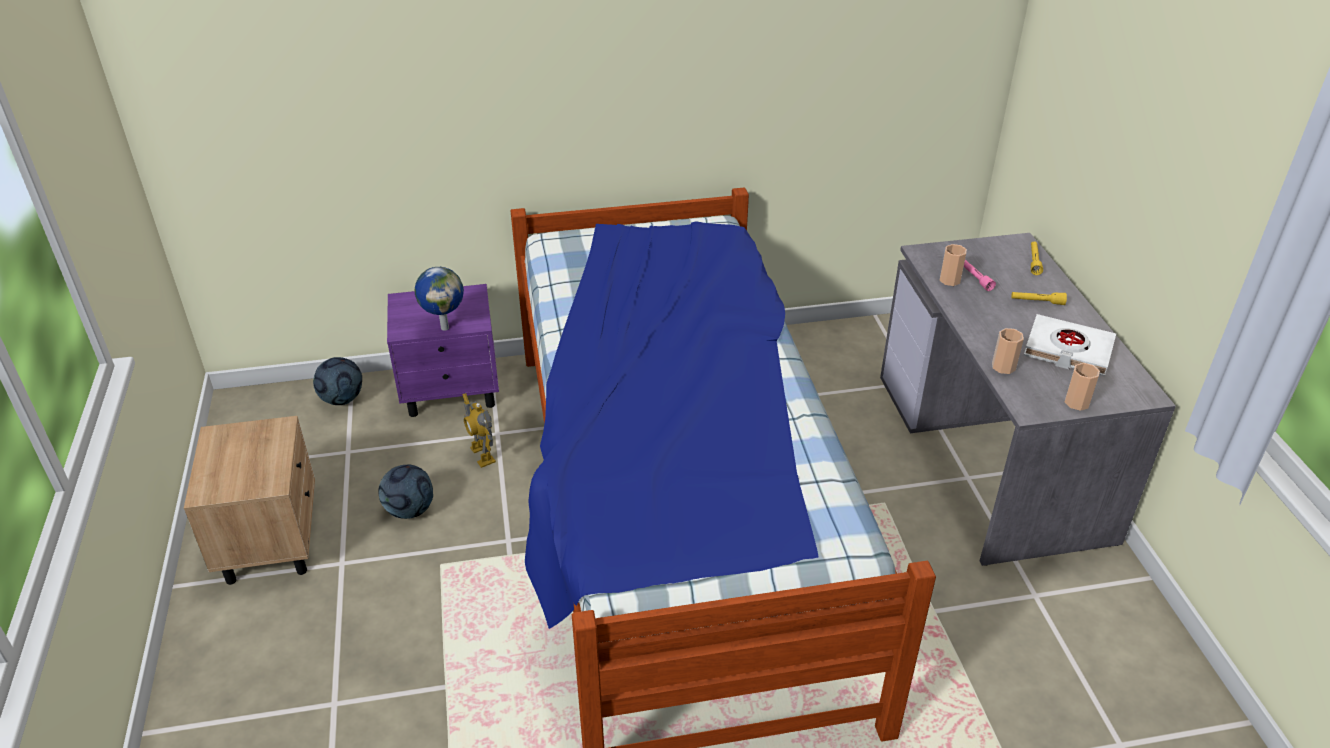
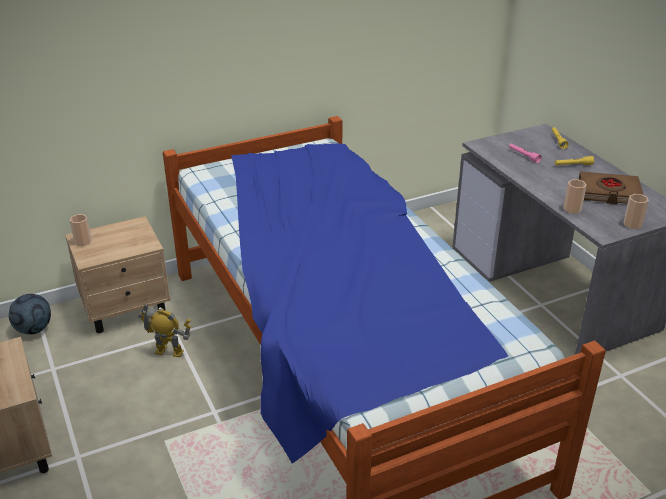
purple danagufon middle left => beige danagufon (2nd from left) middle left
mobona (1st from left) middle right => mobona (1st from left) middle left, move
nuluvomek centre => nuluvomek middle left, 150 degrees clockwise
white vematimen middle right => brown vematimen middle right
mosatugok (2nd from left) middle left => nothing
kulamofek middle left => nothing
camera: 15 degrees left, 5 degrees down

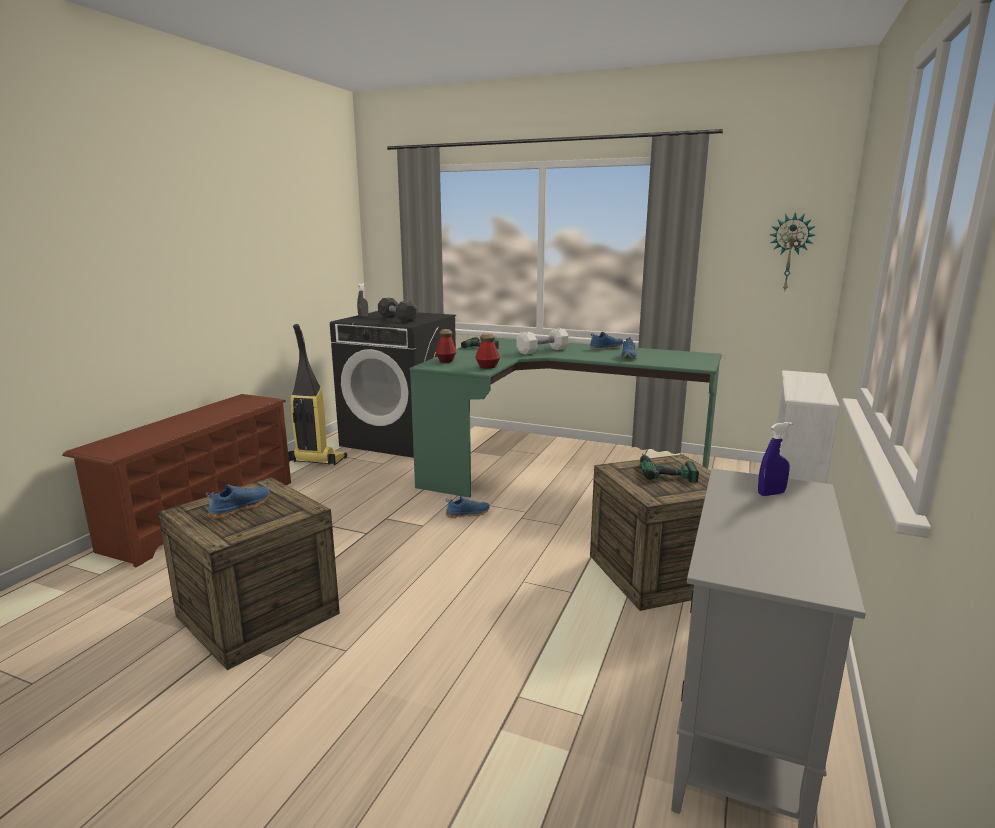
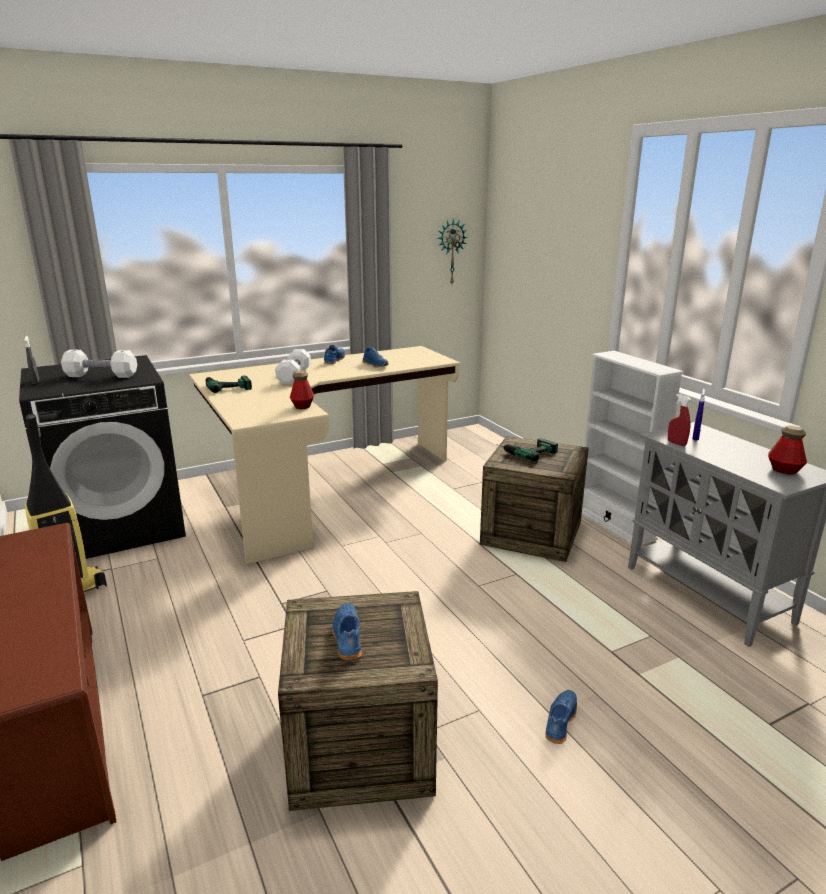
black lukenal centre => white lukenal (1st from left) middle left
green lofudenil centre => beige lofudenil centre
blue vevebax (2nd from left in the first image) centre => blue vevebax (4th from left) bottom right, move
nothing => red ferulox middle right
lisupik (1st from left in the first image) centre => lisupik (2nd from left) middle right, move
camera: 50 degrees left, 5 degrees up

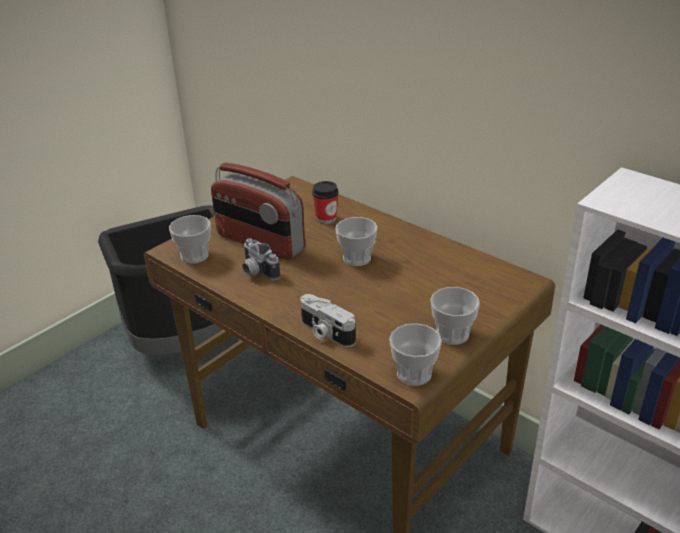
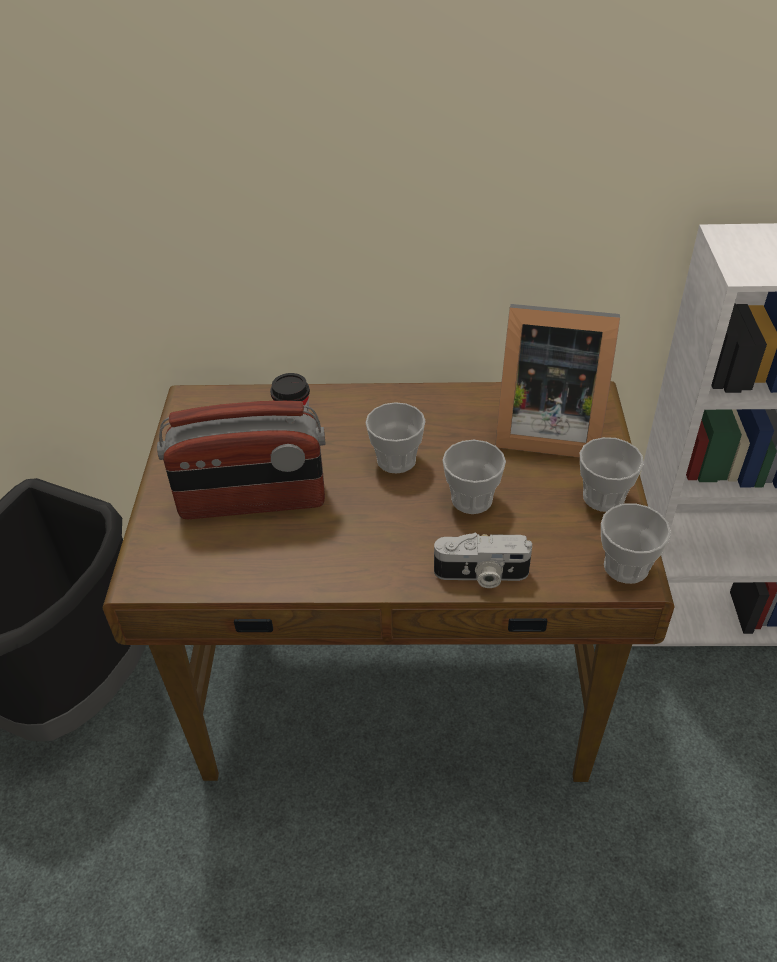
mobona (1st from left in the first image) middle left => mobona (3rd from left) centre, move
nothing => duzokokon middle right
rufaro (1st from left) centre => nothing
camera: 40 degrees left, 10 degrees up

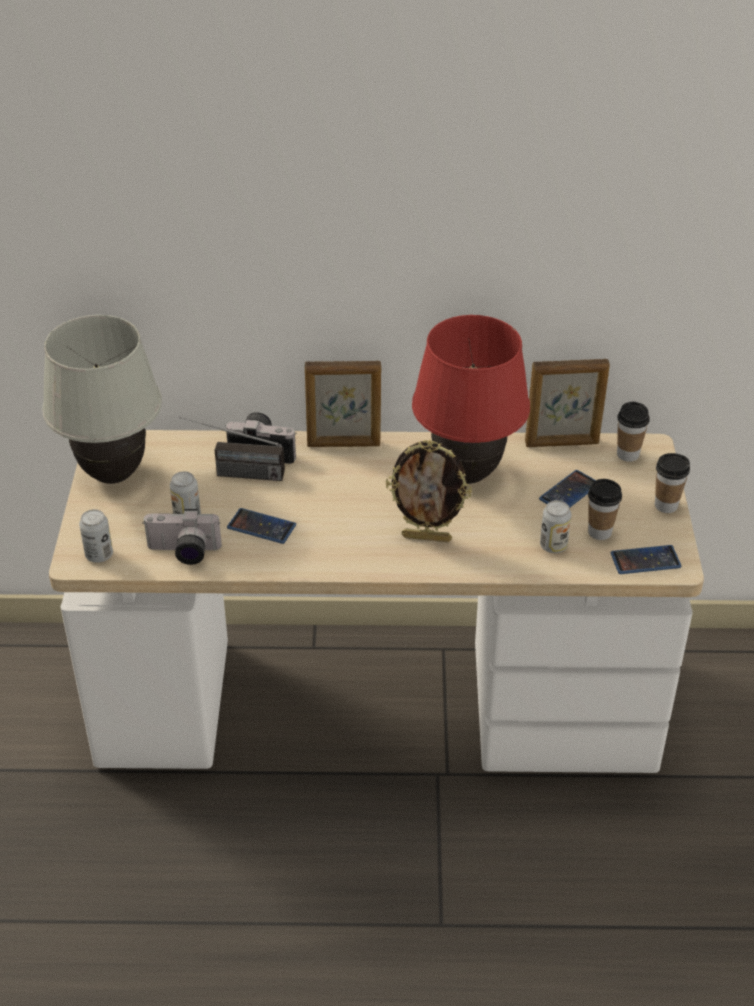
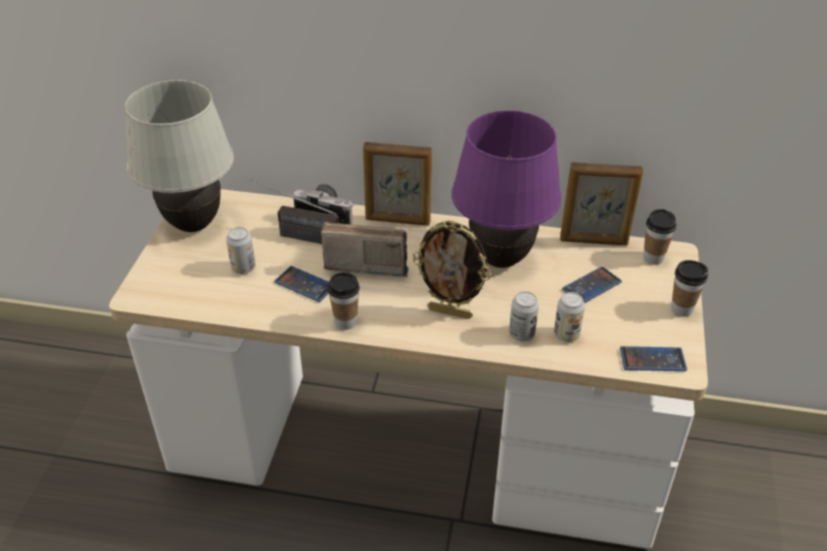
nothing => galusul (2nd from left) centre
mobona (1st from left) middle right => mobona (1st from left) centre, move
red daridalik centre => purple daridalik centre
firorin (1st from left in the first image) middle left => firorin (2nd from left) centre, move
rufaro (1st from left) middle left => nothing
camera: 10 degrees right, 0 degrees up

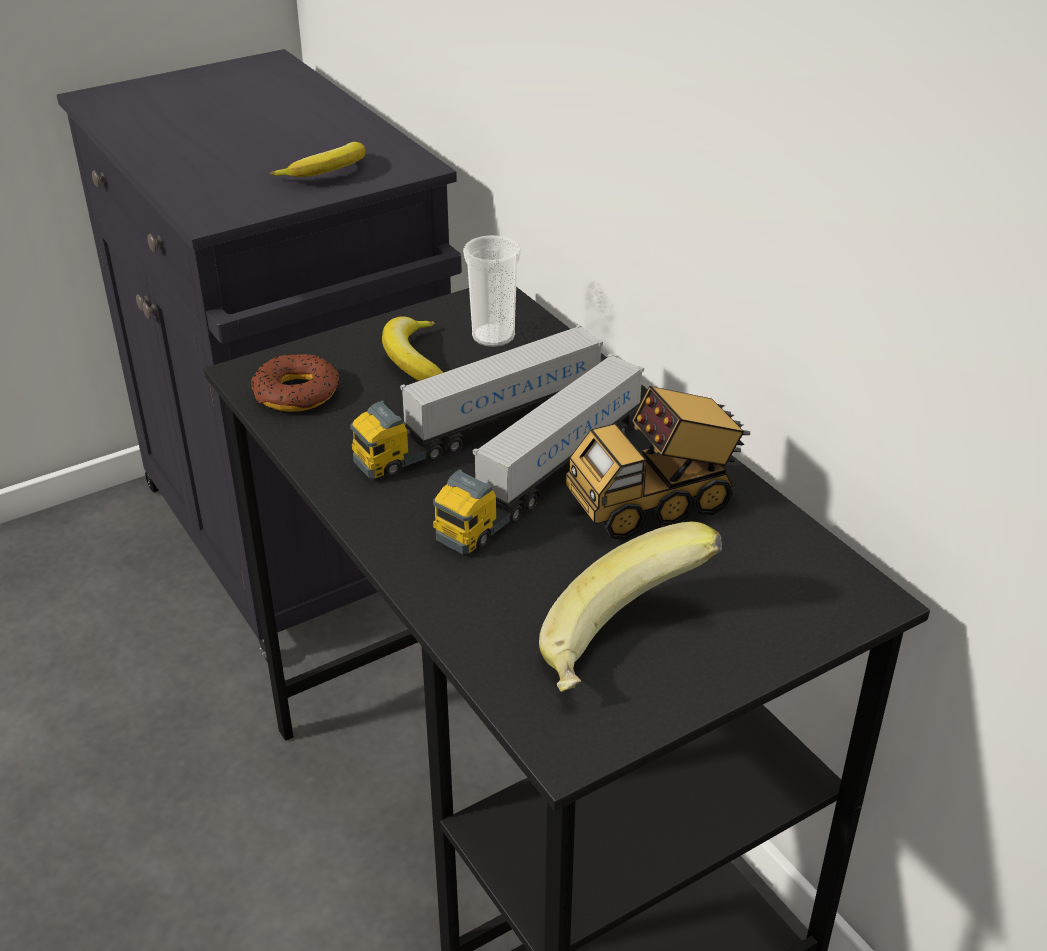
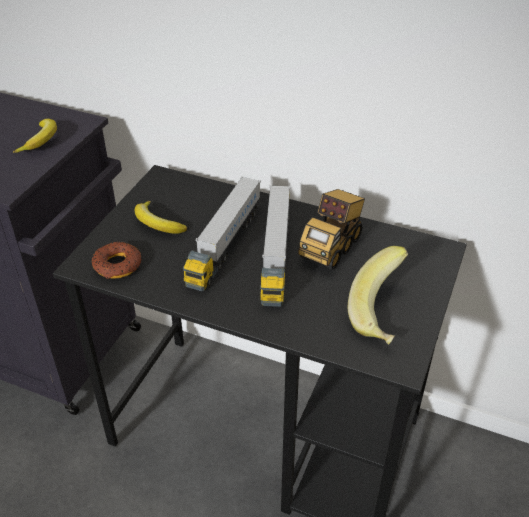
mobona top centre => nothing
camera: 35 degrees left, 5 degrees up

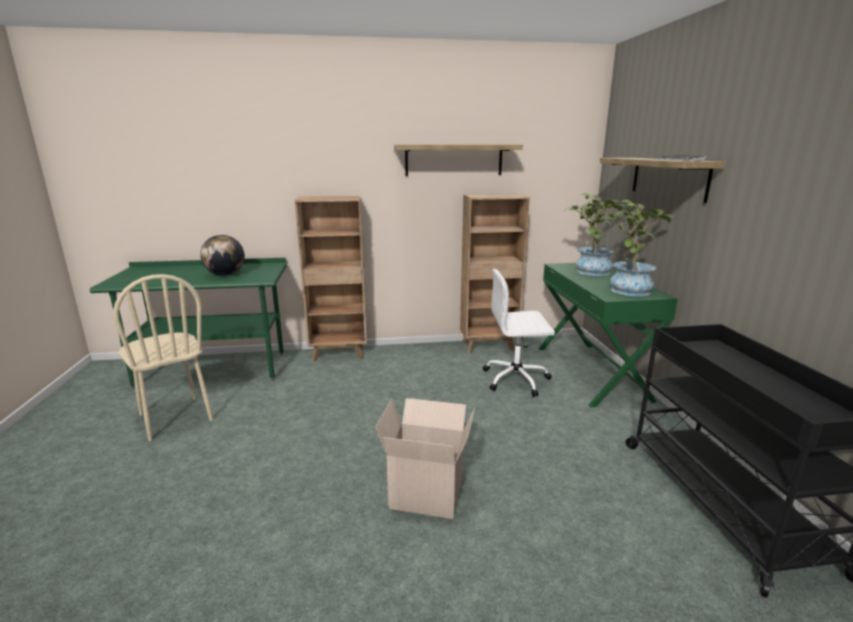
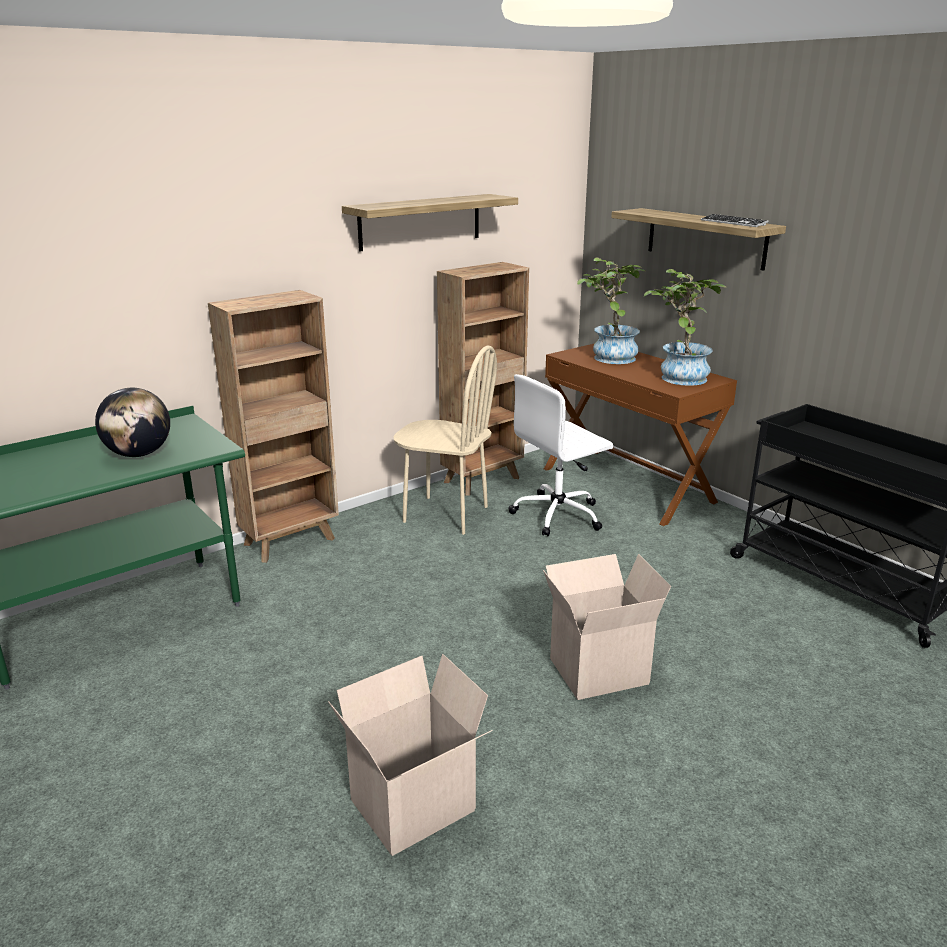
nothing => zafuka (1st from left) bottom centre
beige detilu middle left => beige detilu centre, move
green lofudenil (2nd from left) middle right => brown lofudenil middle right
camera: 30 degrees left, 5 degrees up

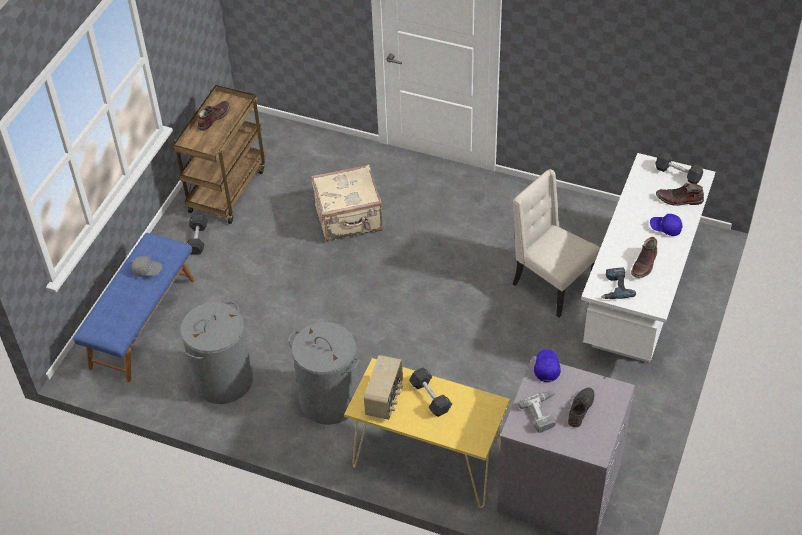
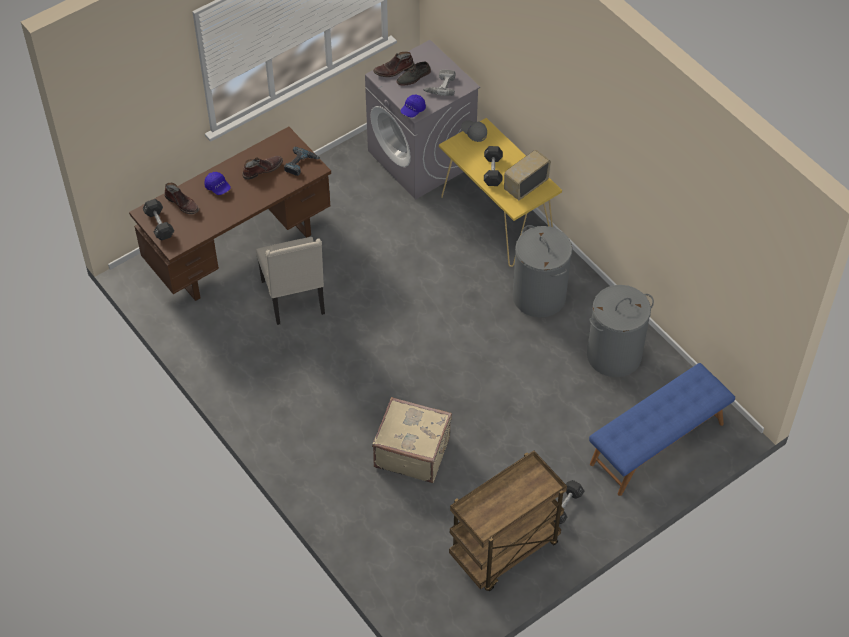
white lofudenil middle right => brown lofudenil middle left
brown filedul (1st from left in the first image) top left => brown filedul (3rd from left) top centre, move
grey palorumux middle left => grey palorumux top centre, move
camera: 150 degrees left, 5 degrees up

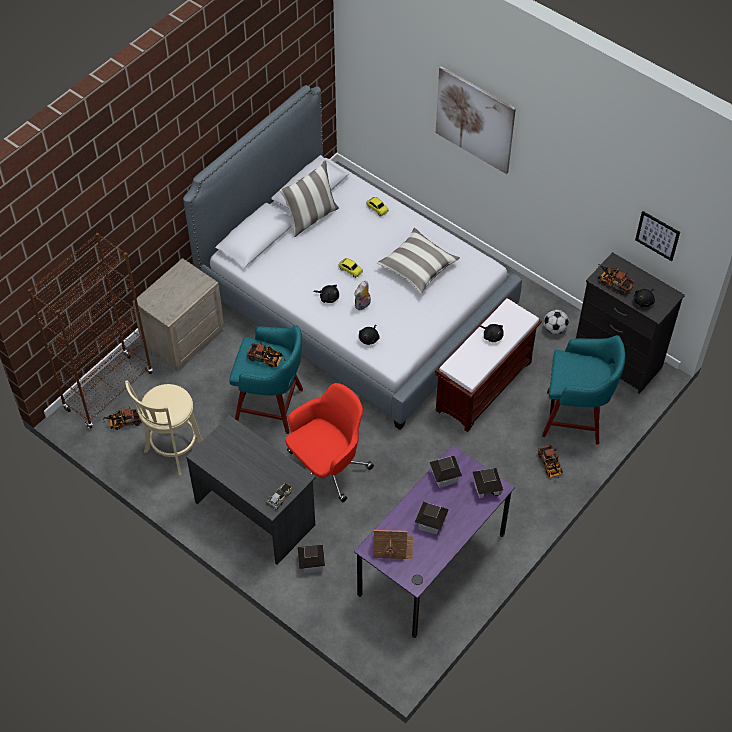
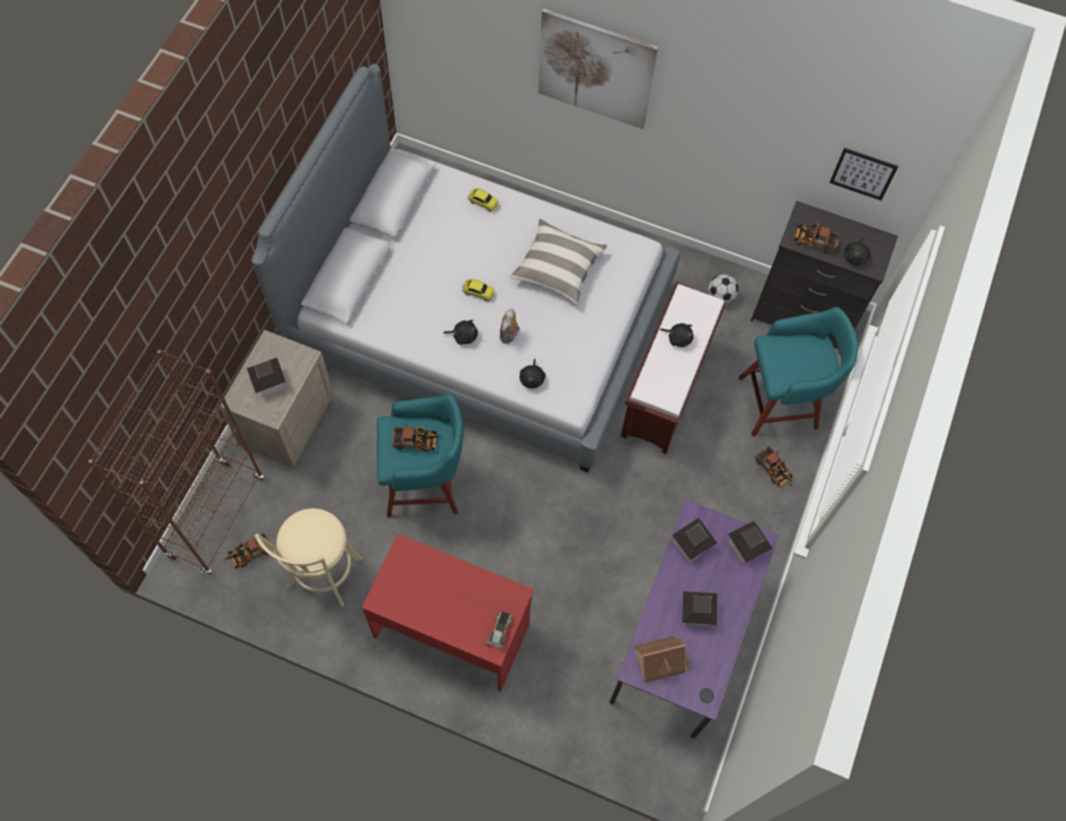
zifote (1st from left) bottom centre => zifote (1st from left) middle left, move
grey lofudenil bottom centre => red lofudenil bottom centre
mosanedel (1st from left) top centre => nothing
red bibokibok centre => nothing
camera: 20 degrees left, 10 degrees up

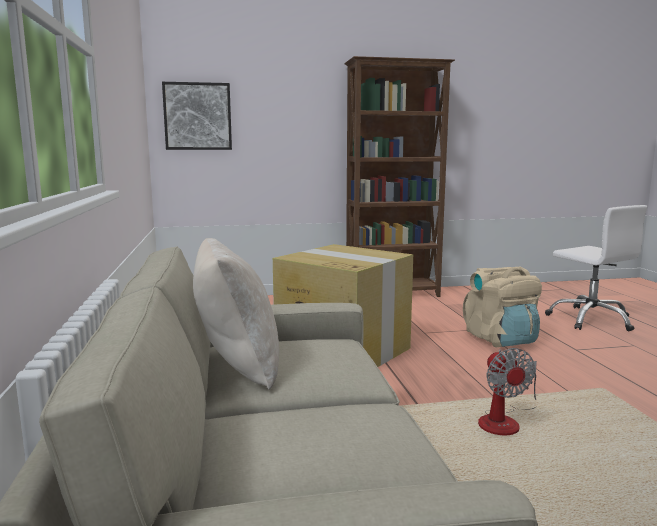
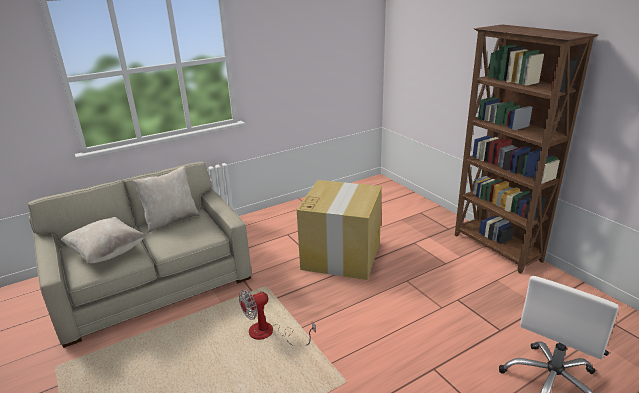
nothing => beige mosanedel (1st from left) middle left
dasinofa top left => nothing
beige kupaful middle right => nothing
camera: 70 degrees right, 15 degrees up

